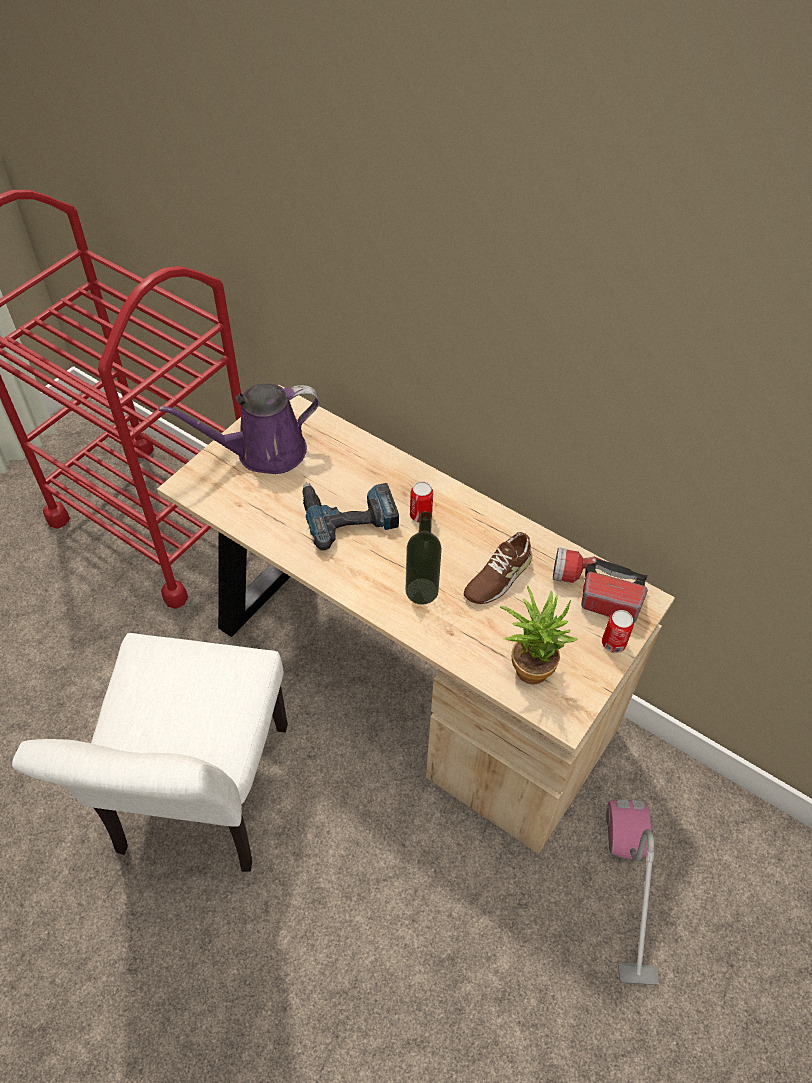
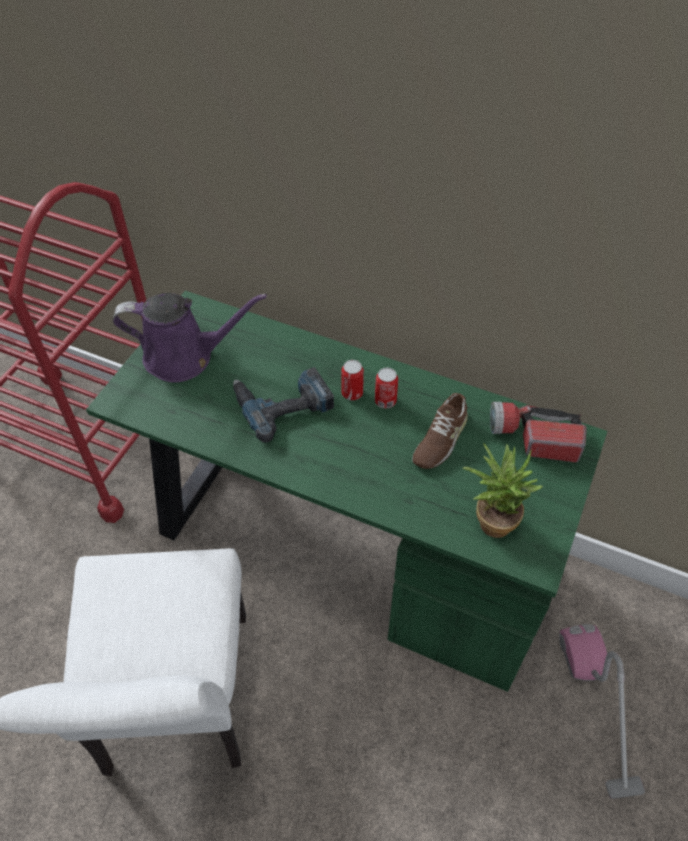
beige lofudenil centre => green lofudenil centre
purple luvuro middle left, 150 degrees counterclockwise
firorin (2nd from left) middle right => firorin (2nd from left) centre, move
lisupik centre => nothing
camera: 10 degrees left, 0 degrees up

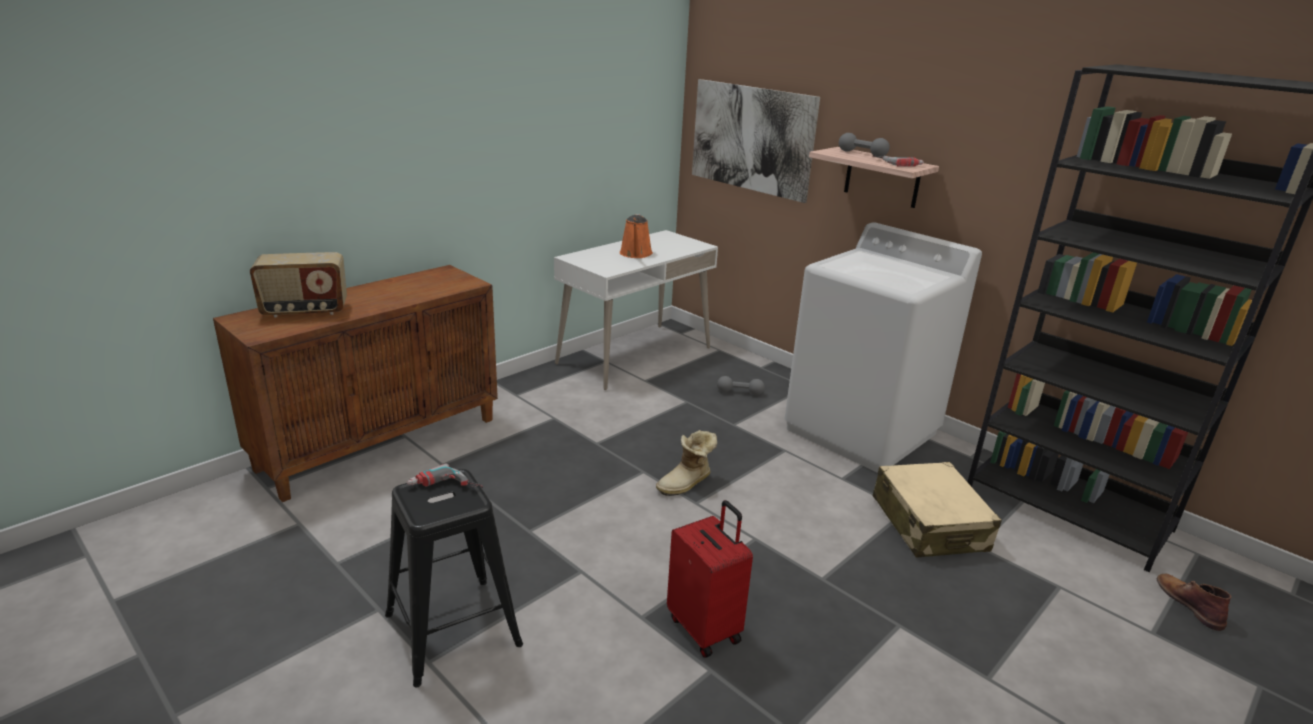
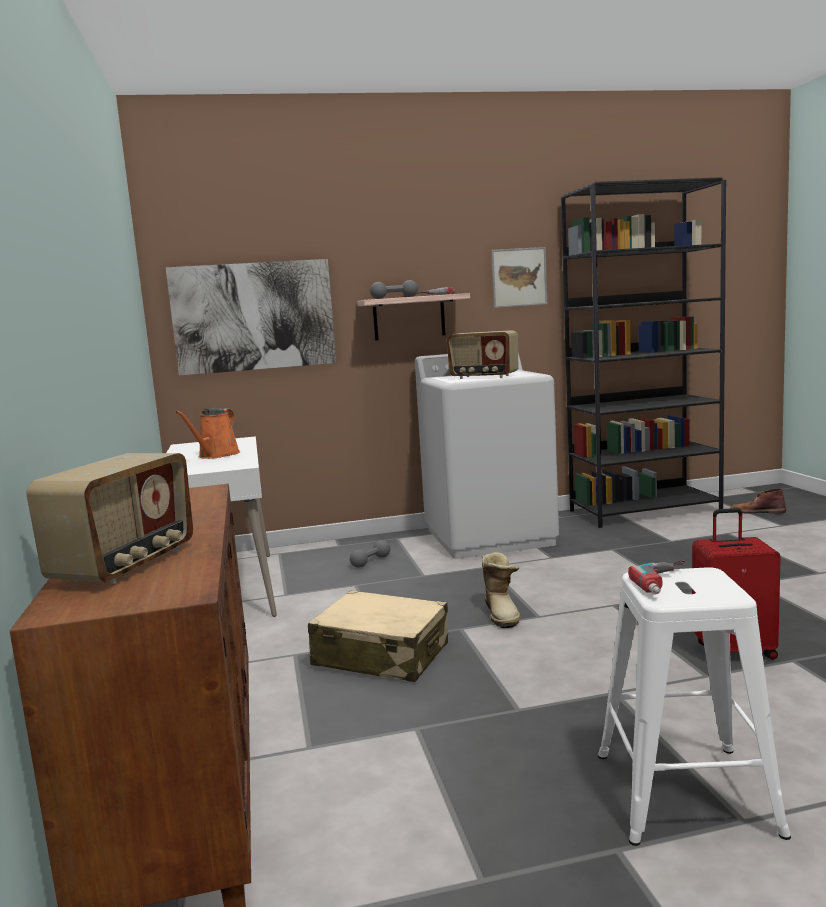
orange luvuro top centre => orange luvuro middle left, 75 degrees clockwise
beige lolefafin bottom right => beige lolefafin bottom centre, move
nothing => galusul (2nd from left) centre
nothing => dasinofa (2nd from left) top centre
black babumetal bottom centre => white babumetal bottom right
camera: 55 degrees left, 15 degrees down

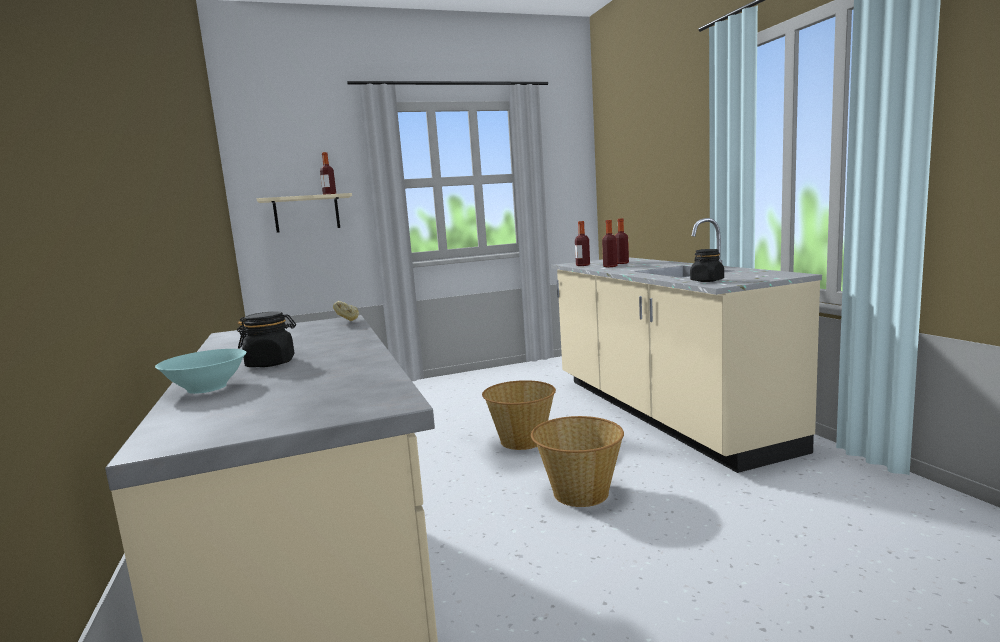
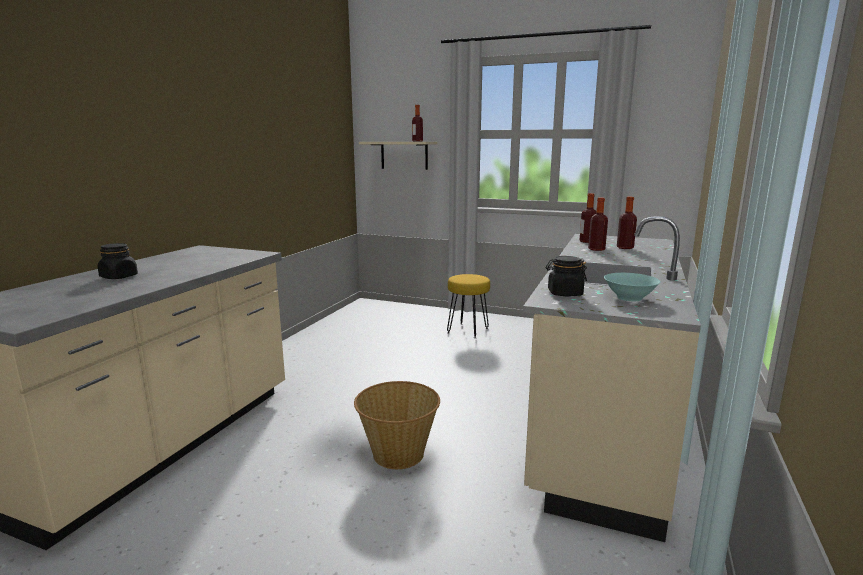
nothing => yellow babumetal centre
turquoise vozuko middle left => turquoise vozuko middle right, move
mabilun centre => nothing
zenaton (1st from left) centre => nothing
camera: 40 degrees right, 5 degrees up

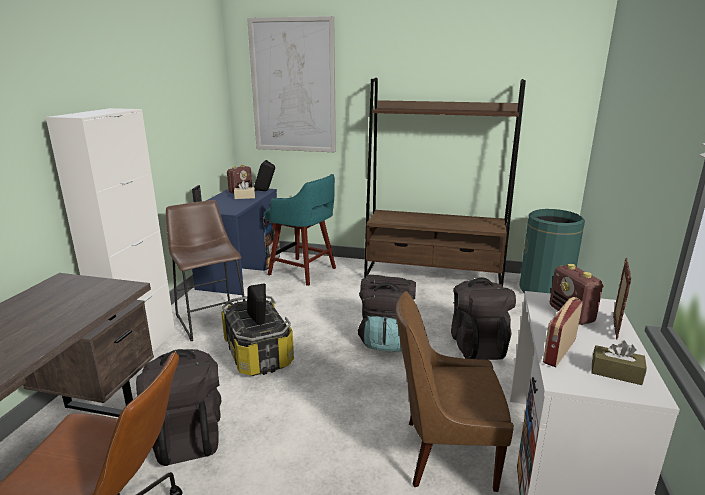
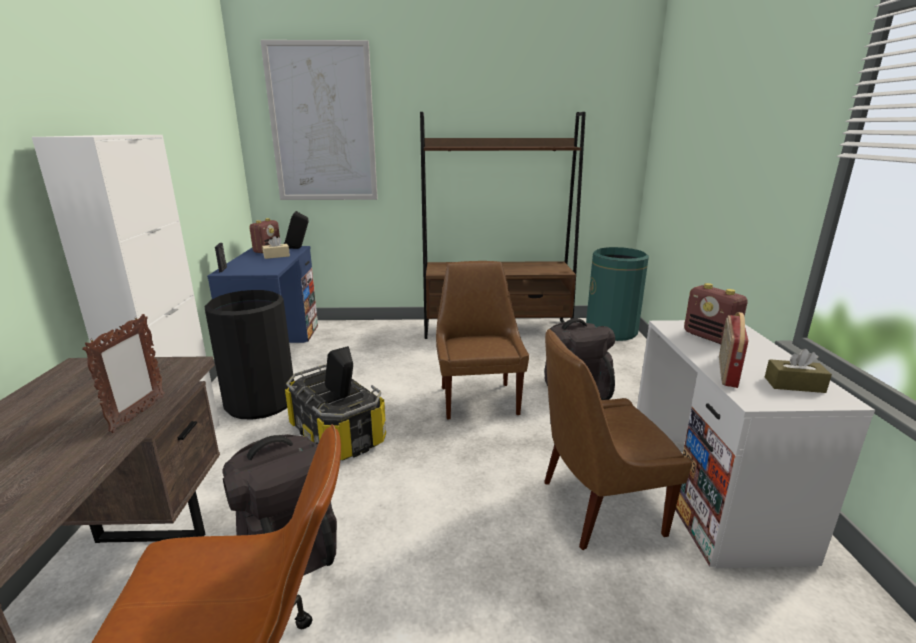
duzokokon (2nd from left in the first image) middle right => duzokokon (1st from left) middle left, move
brown babumetal middle left => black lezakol middle left
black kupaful (2nd from left) centre => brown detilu (1st from left) centre
turquoise babumetal centre => nothing
camera: 15 degrees left, 0 degrees up

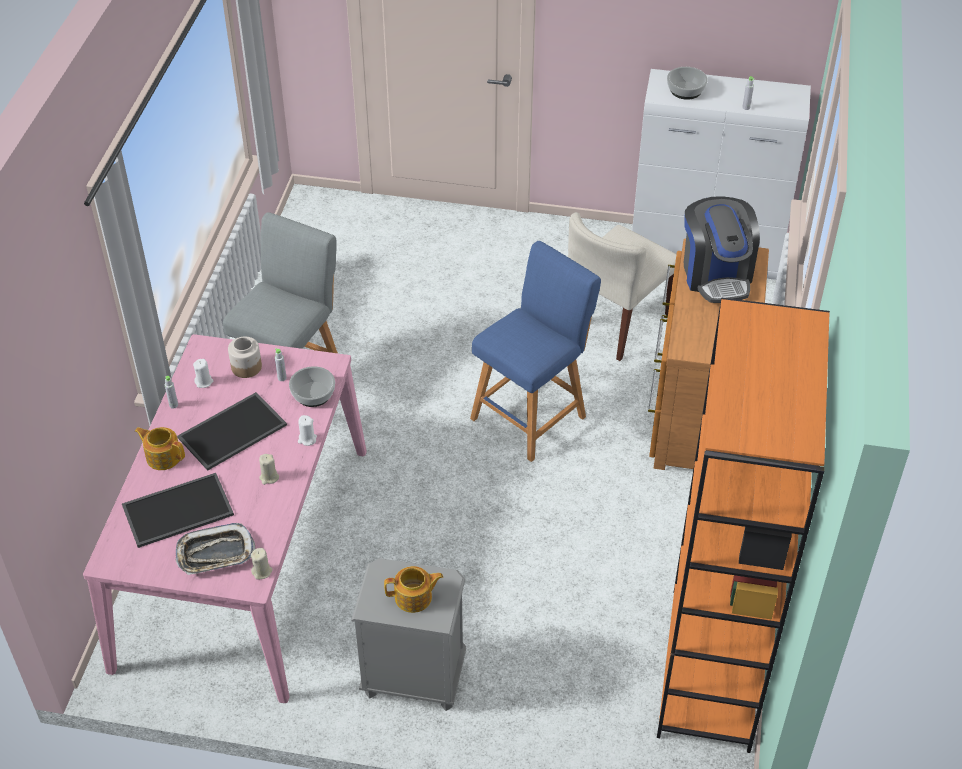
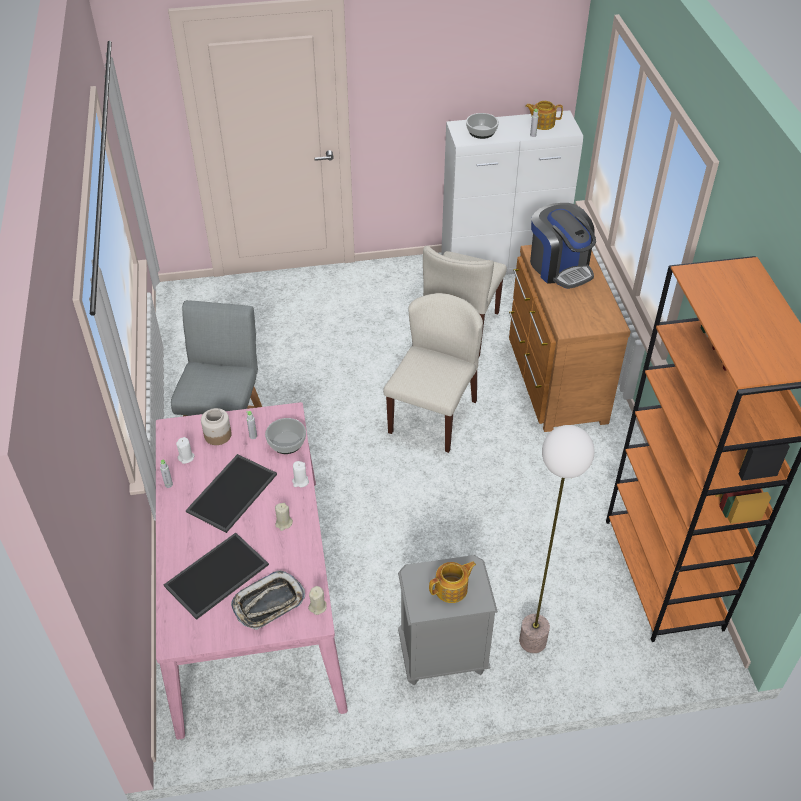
blue babumetal centre => beige detilu (1st from left) centre
nothing => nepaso bottom right
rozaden (1st from left in the first image) middle left => rozaden (2nd from left) top right, move
camera: 20 degrees left, 0 degrees up

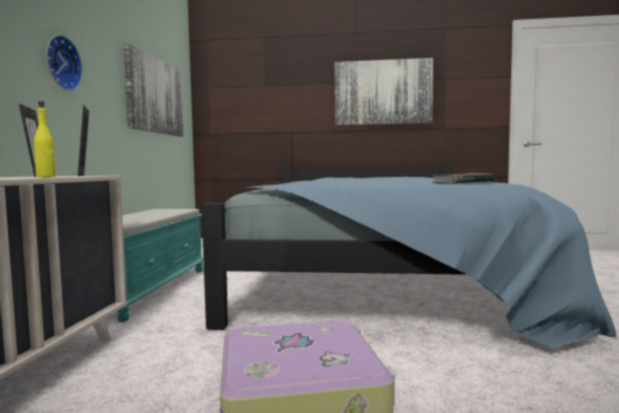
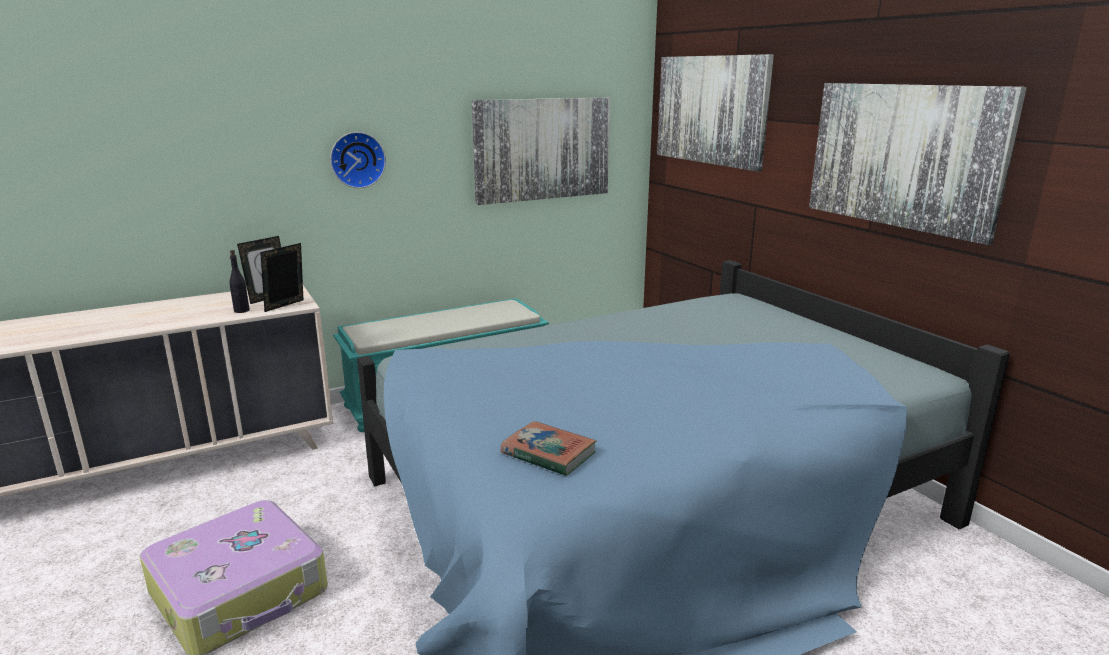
yellow lisupik middle left => black lisupik middle left
nothing => dasinofa (2nd from left) top centre
camera: 55 degrees right, 15 degrees up

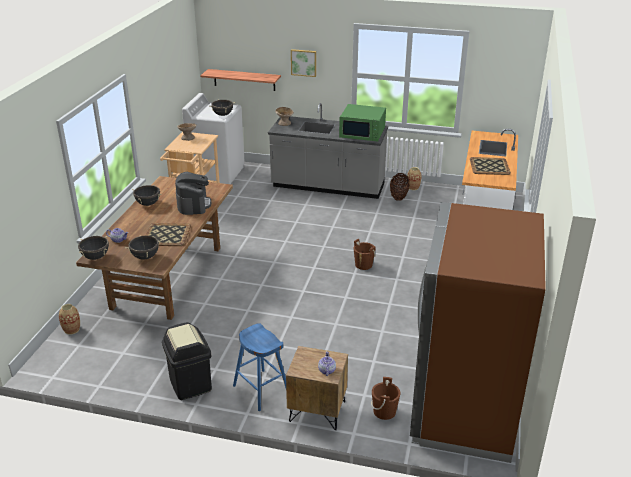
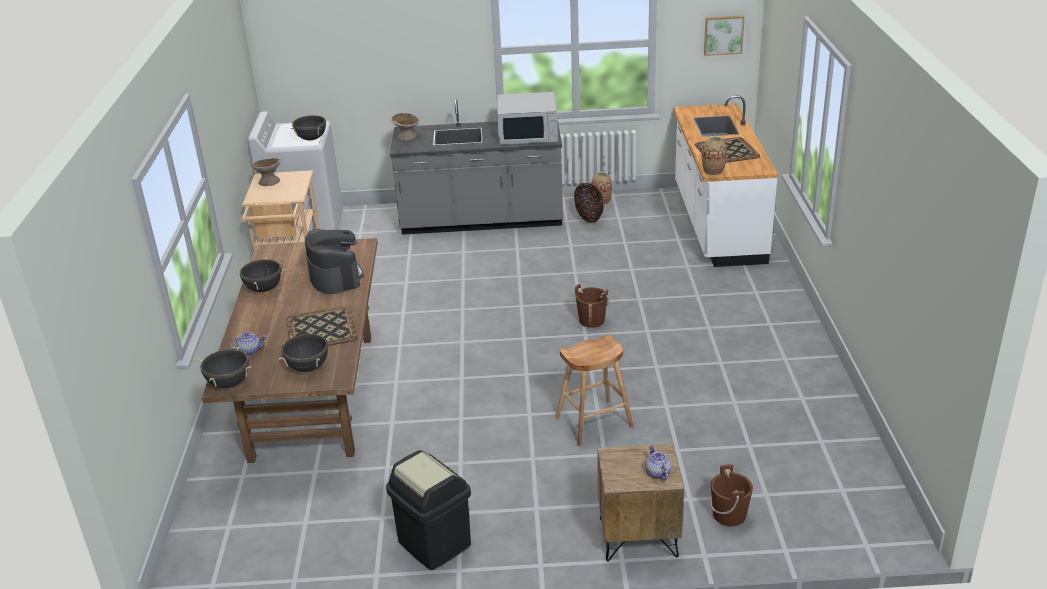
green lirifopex top centre => white lirifopex top centre
nothing => brown babumetal centre
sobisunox (1st from left in the first image) bottom left => sobisunox (2nd from left) top right, move
dasinofa top centre => dasinofa top right, move
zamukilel top centre => nothing
blue babumetal bottom centre => nothing
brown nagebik bottom right => nothing
camera: 15 degrees left, 0 degrees up

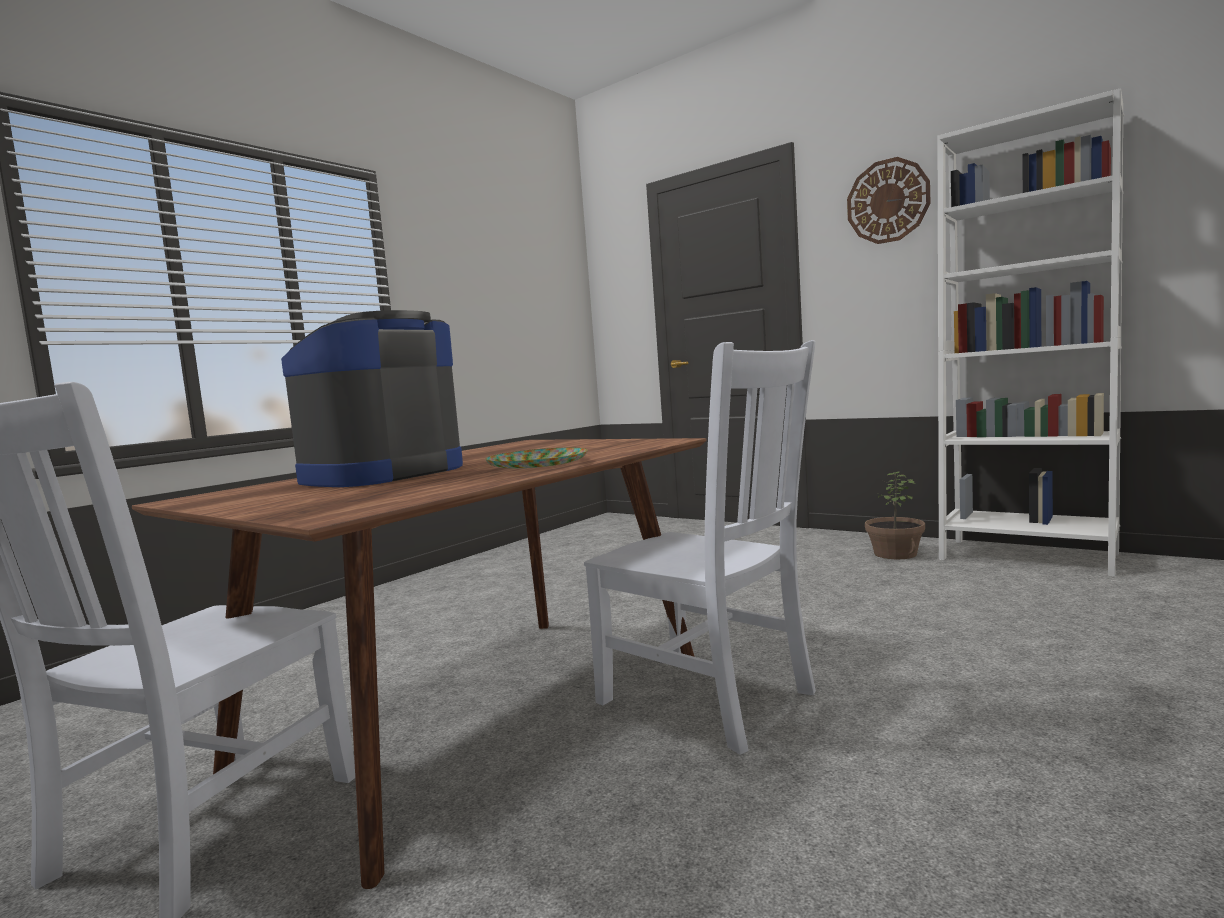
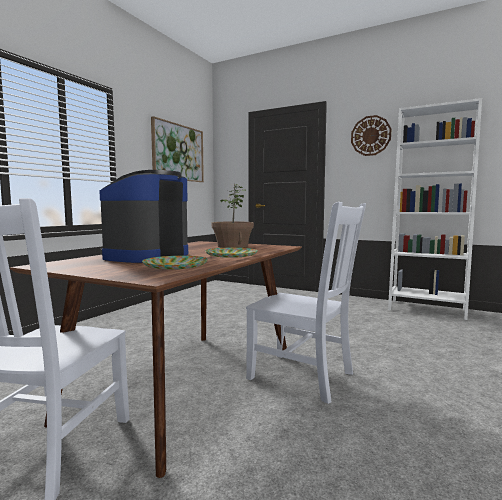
nothing => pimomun (1st from left) centre
nothing => dasinofa top centre
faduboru middle right => faduboru centre, move
camera: 10 degrees left, 0 degrees up

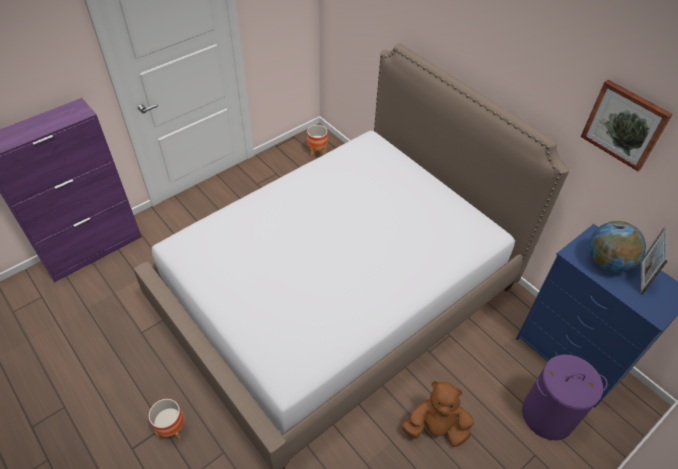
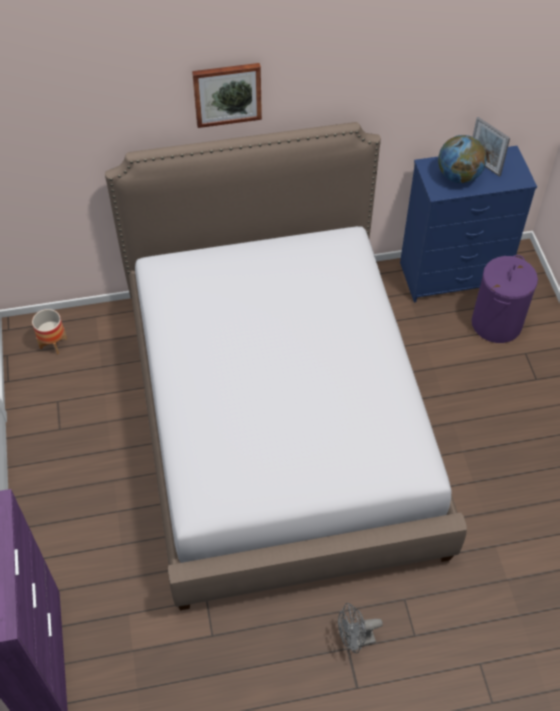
dasinofa top right => dasinofa top centre, move
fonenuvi (1st from left) bottom left => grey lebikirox bottom centre
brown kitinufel bottom centre => nothing
camera: 60 degrees left, 5 degrees up

